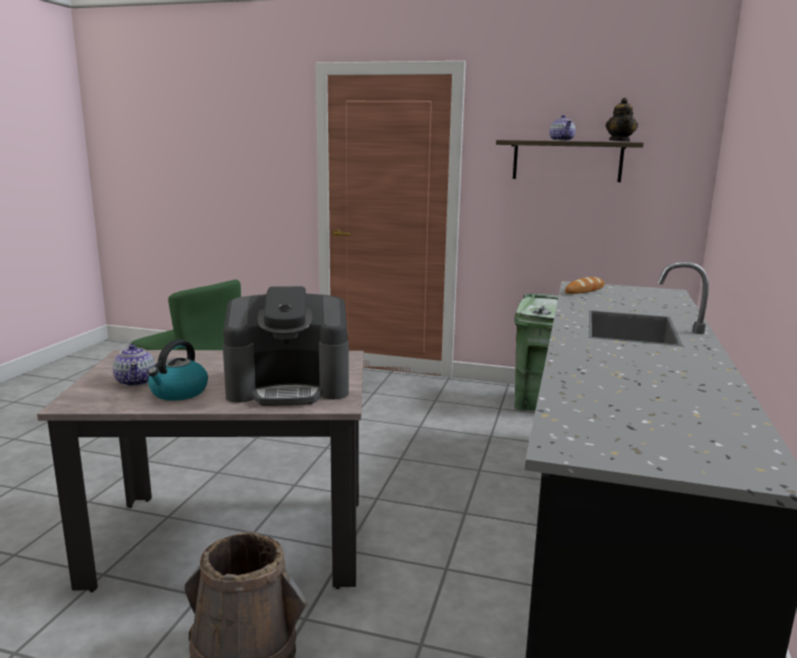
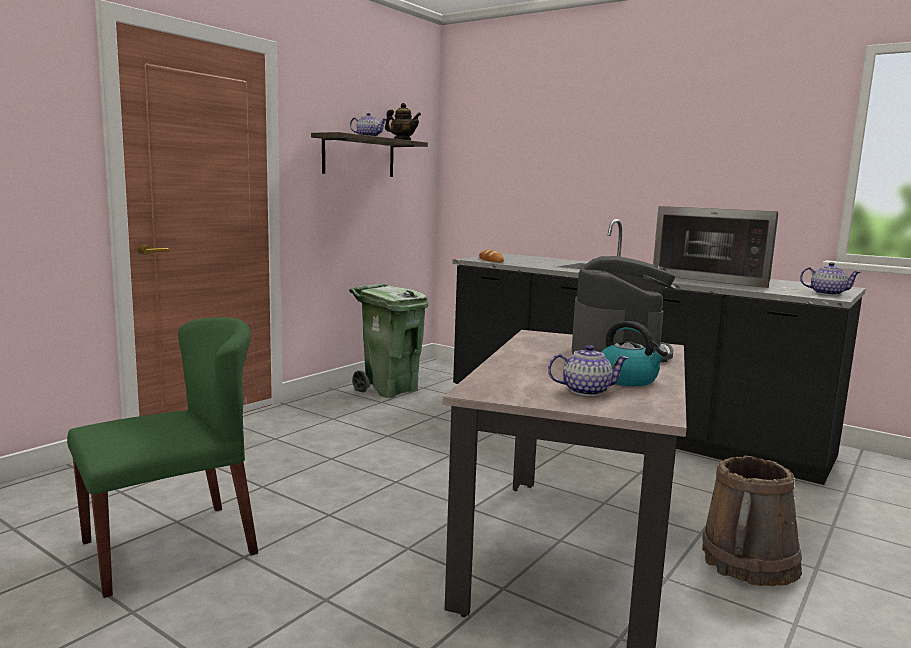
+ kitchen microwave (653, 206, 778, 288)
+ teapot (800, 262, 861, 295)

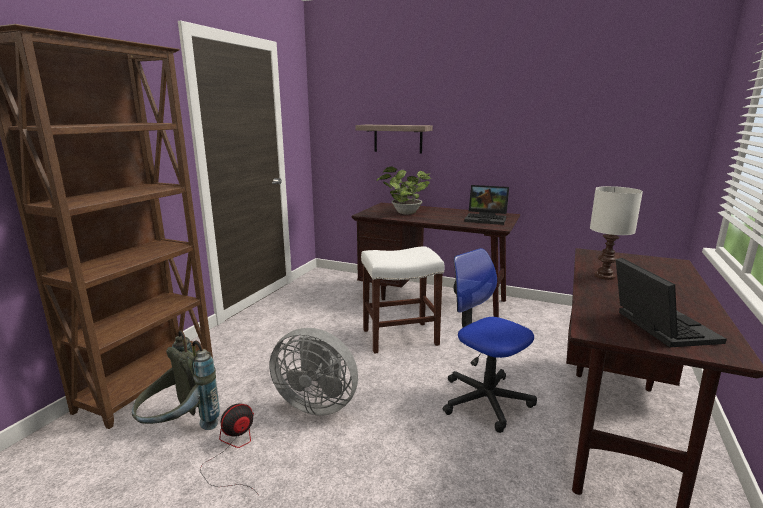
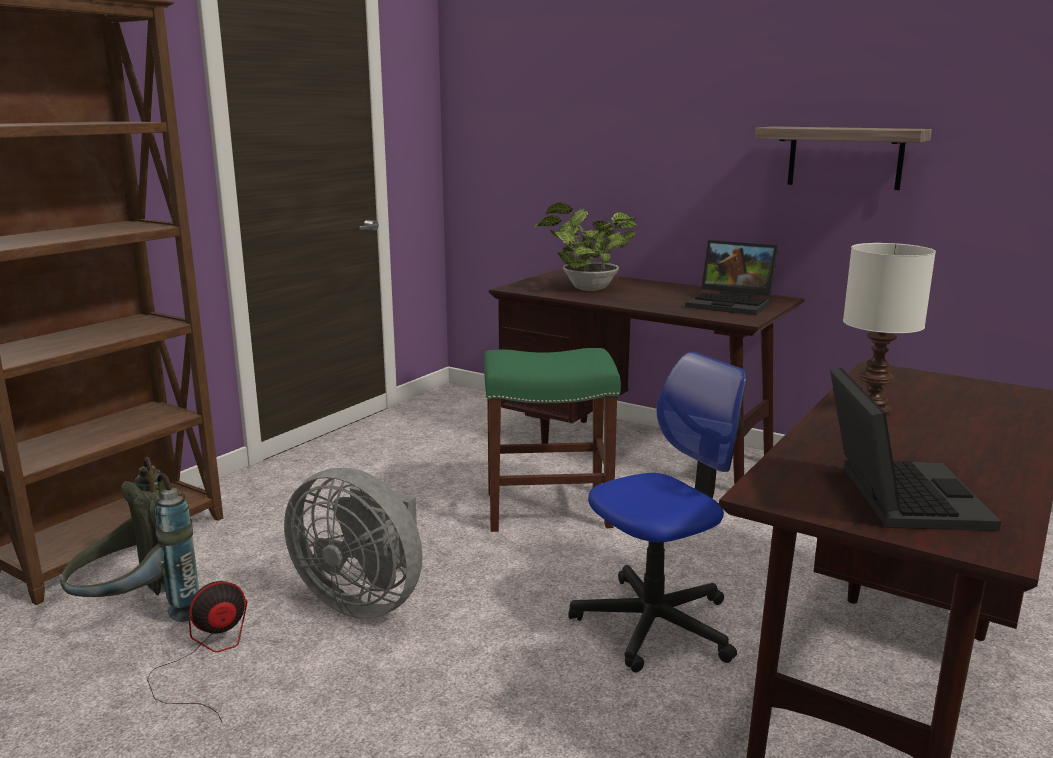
~ bracket shelf (355, 125, 433, 154) to (755, 126, 932, 190)
~ white stool seat (361, 246, 444, 354) to green stool seat (484, 348, 621, 532)
~ computer chair (443, 248, 537, 433) = (568, 352, 747, 673) 90 degrees clockwise

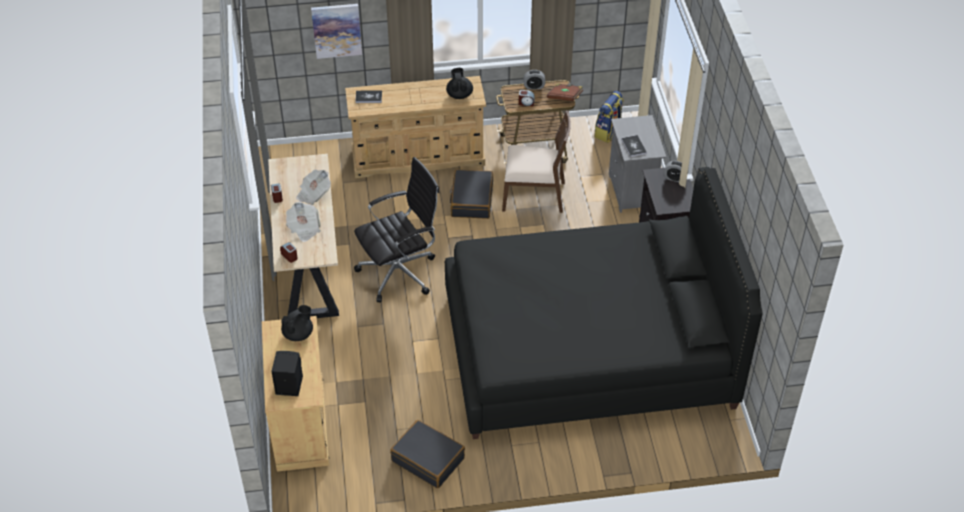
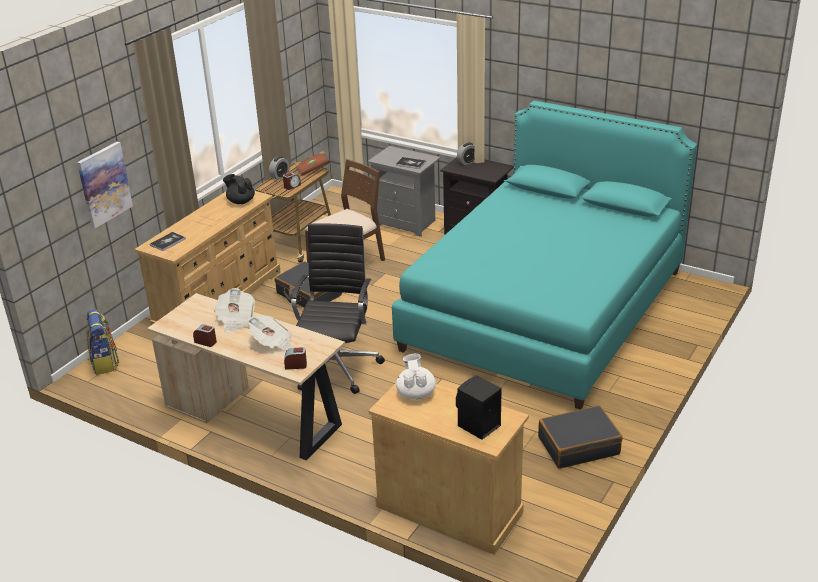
~ blackish teapot (281, 305, 313, 341) to white teapot (396, 354, 436, 399)
~ blackish bed (445, 167, 763, 439) to blue-green bed (392, 101, 697, 410)
~ rucksack (595, 91, 624, 143) to (86, 309, 120, 375)

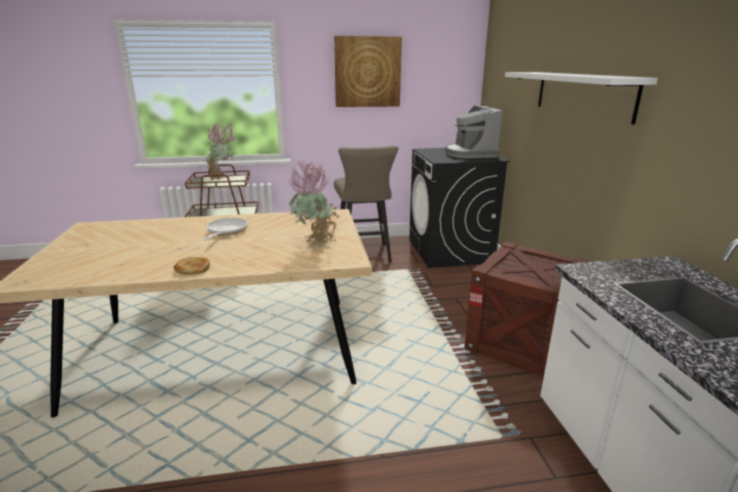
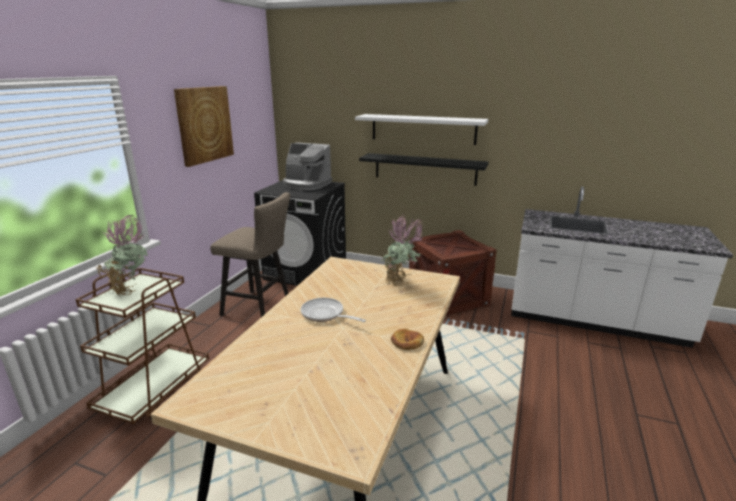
+ blackish bracket shelf (359, 153, 488, 186)

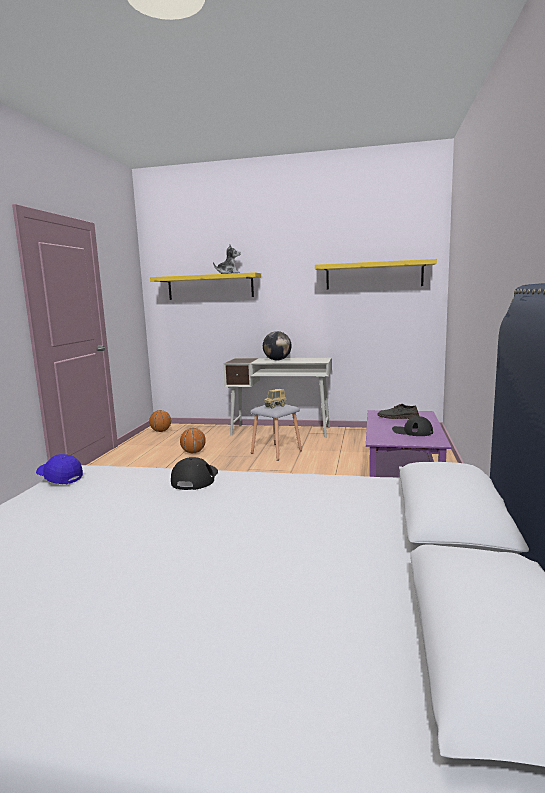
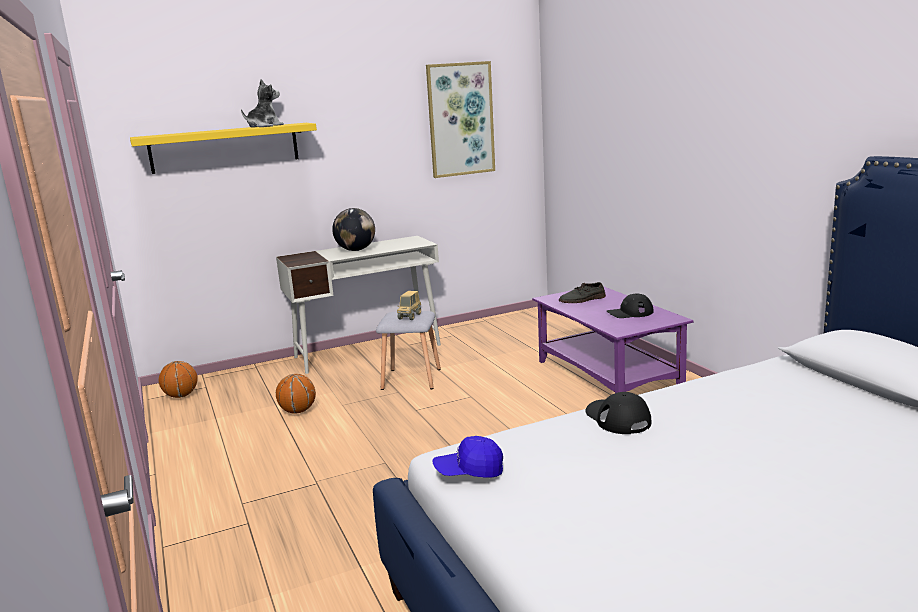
~ yellow-coloured bracket shelf (315, 259, 437, 290) to picture (426, 61, 495, 178)

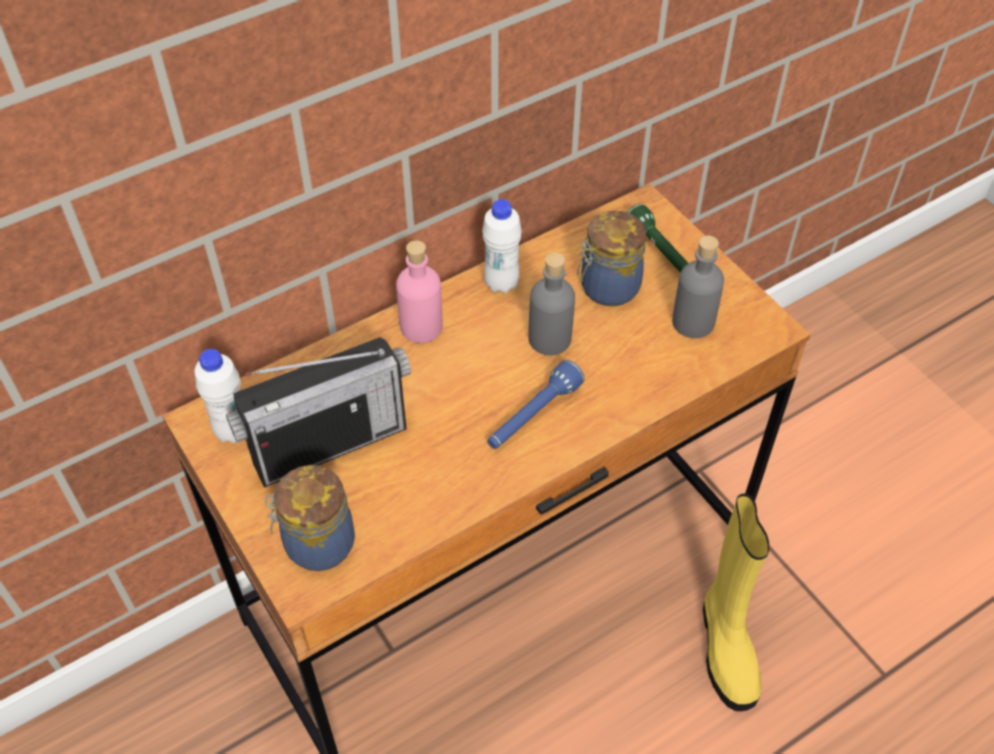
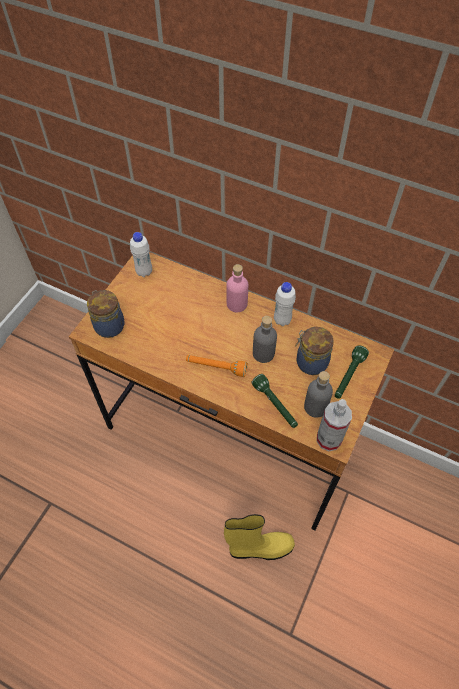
- radio receiver (226, 337, 411, 487)
~ bluish torch (488, 360, 584, 449) to orange torch (186, 355, 247, 377)
~ yellow-coloured tall boot (703, 494, 769, 711) = (224, 514, 295, 560) 150 degrees counterclockwise
+ green torch (251, 374, 298, 428)
+ spray bottle (317, 399, 352, 451)

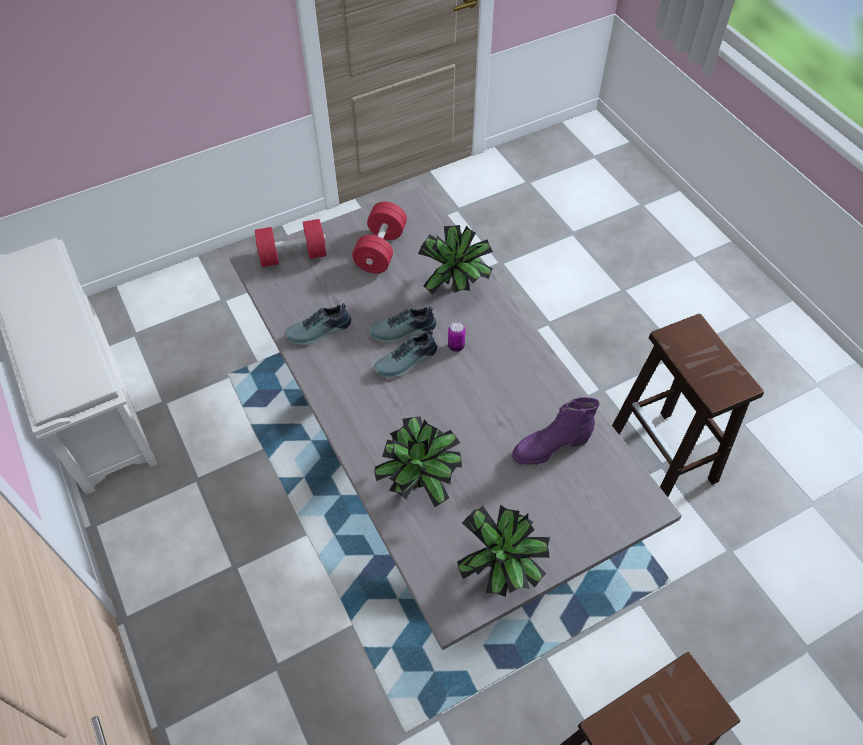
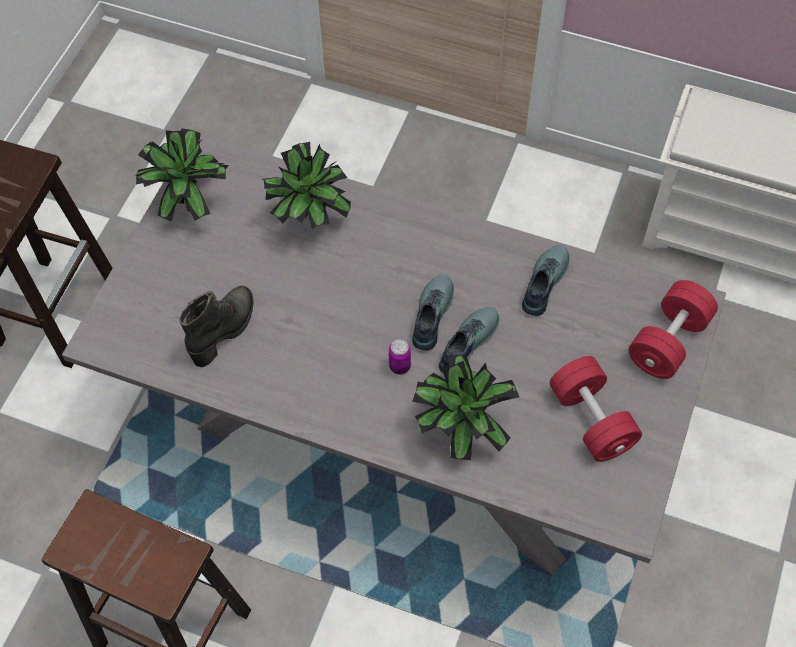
~ purple tall boot (512, 397, 600, 465) to blackish tall boot (179, 286, 253, 368)

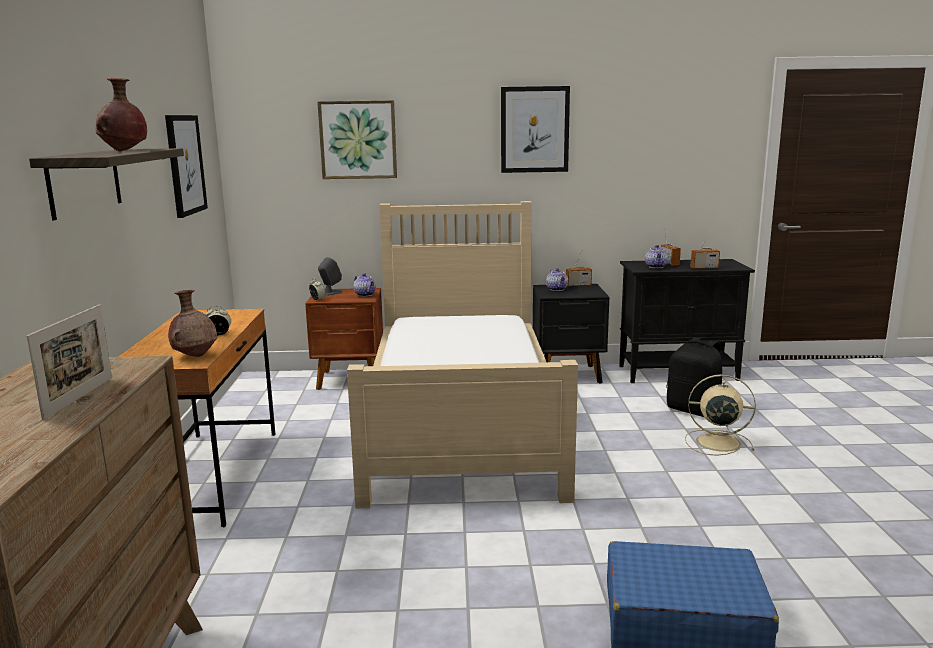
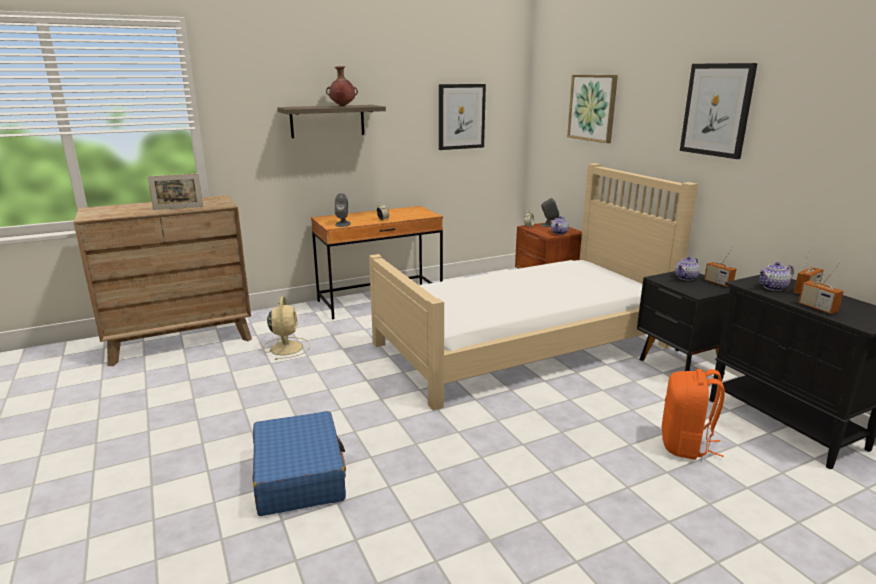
~ brown-coloured decorative vase (168, 290, 218, 357) to gray loudspeaker (335, 193, 351, 227)
~ blackish rucksack (667, 337, 722, 417) to orange rucksack (662, 369, 725, 460)
~ sand-coloured electric fan (685, 374, 756, 456) to (263, 296, 310, 360)

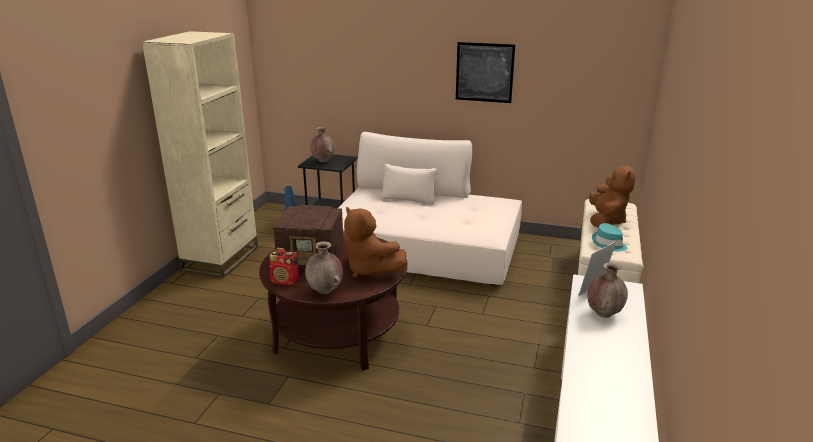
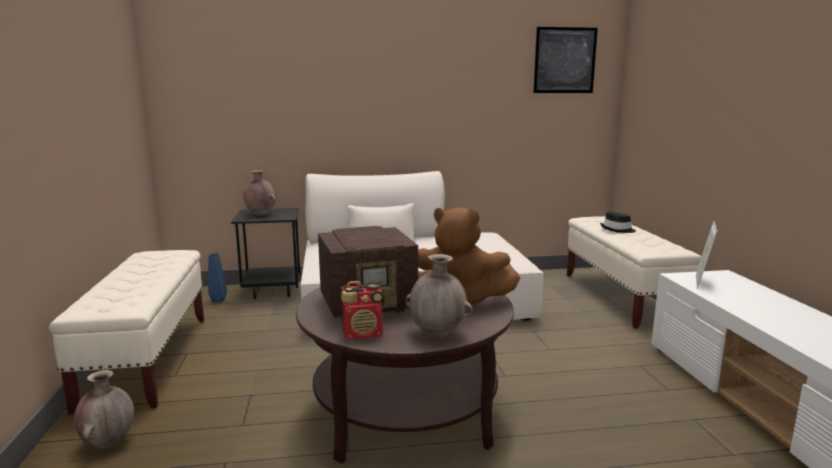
~ sand-coloured shelving unit (142, 31, 258, 278) to sand-coloured bench (49, 250, 204, 415)
~ picture (456, 42, 515, 103) to (533, 27, 598, 93)
~ brown-coloured decorative vase (587, 263, 628, 318) to (74, 370, 134, 449)
~ brown-coloured cuddly toy (589, 164, 636, 228) to blackish hat (600, 211, 636, 233)
- blue-green hat (592, 223, 627, 252)

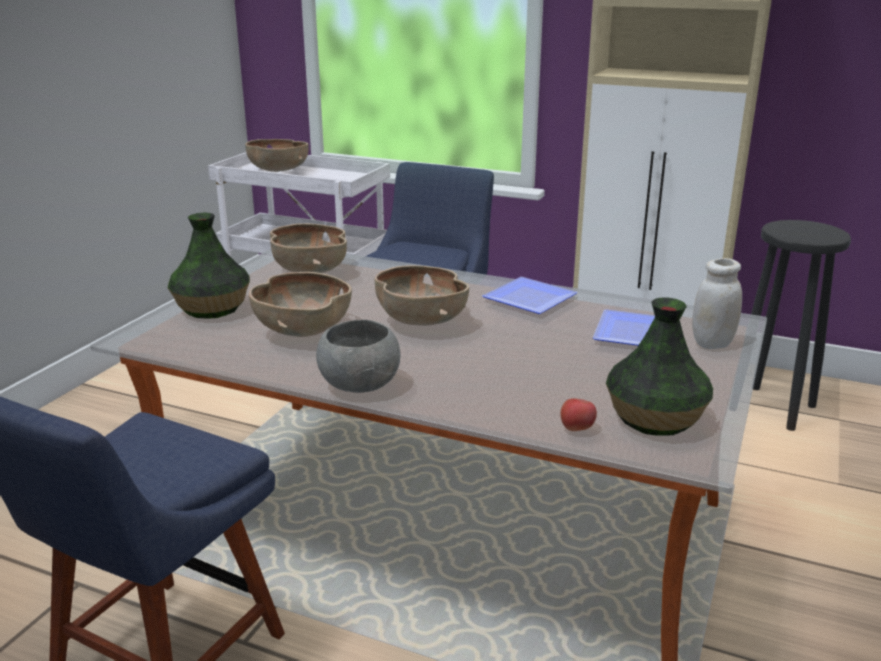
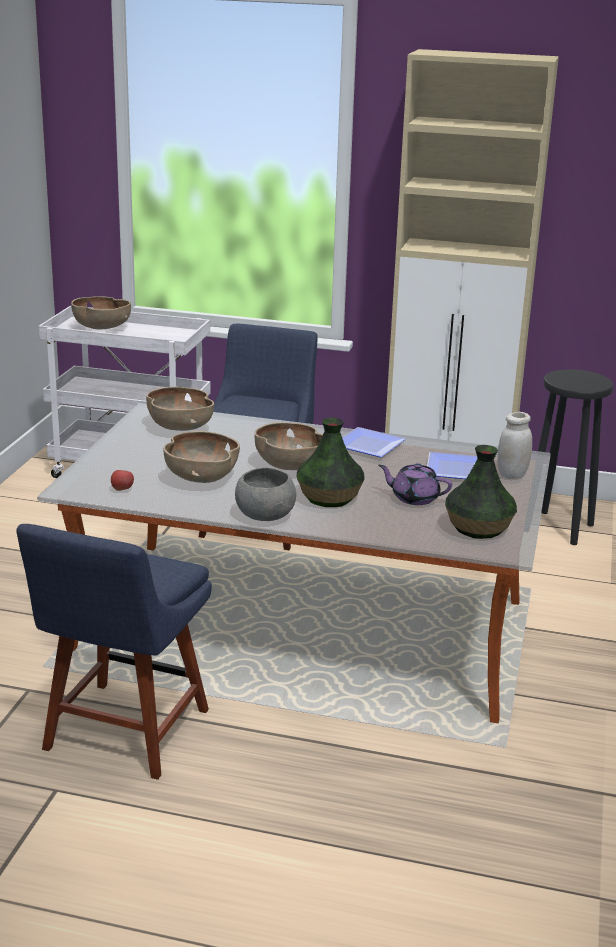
~ decorative vase (168, 213, 250, 319) to (297, 417, 365, 507)
~ apple fruit (561, 398, 597, 431) to (111, 470, 134, 491)
+ purple teapot (378, 463, 452, 505)

